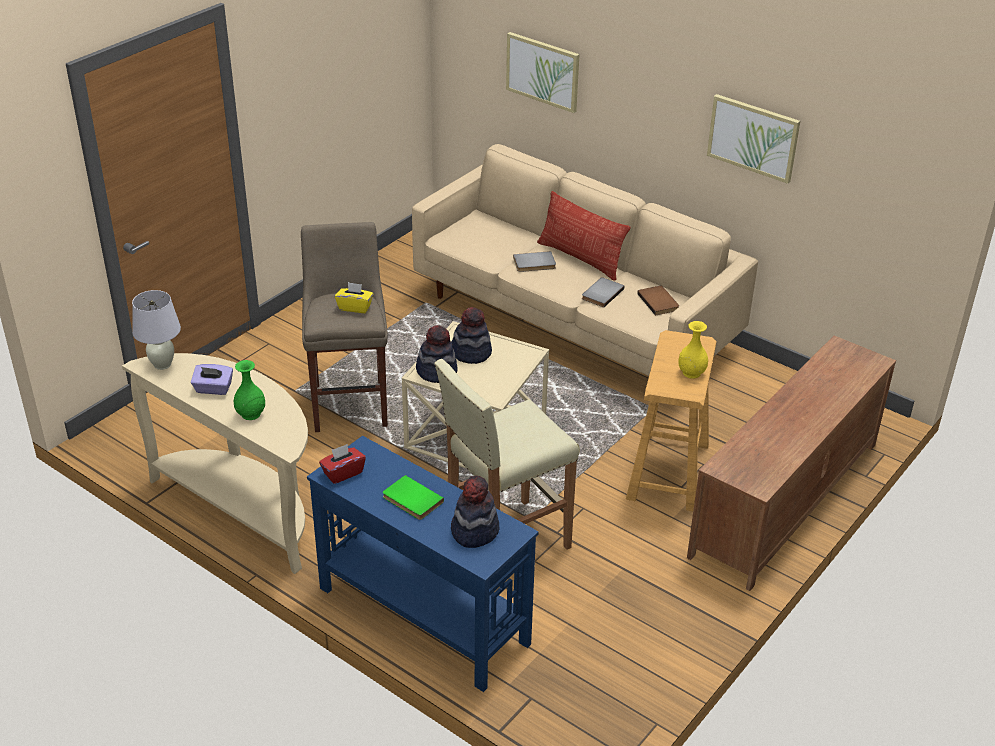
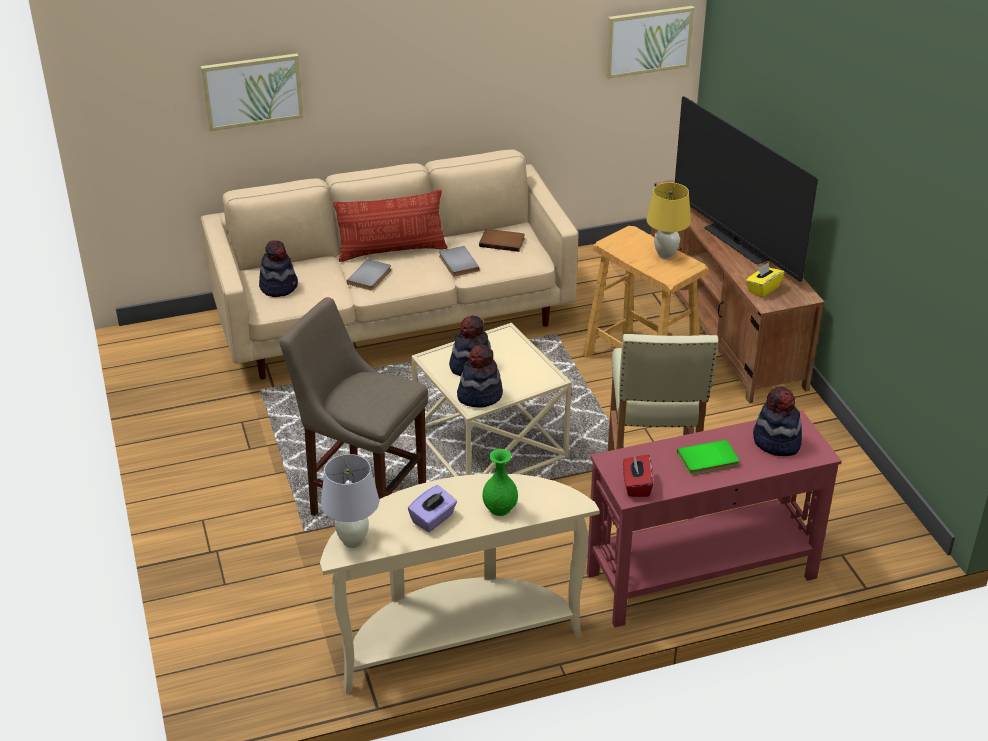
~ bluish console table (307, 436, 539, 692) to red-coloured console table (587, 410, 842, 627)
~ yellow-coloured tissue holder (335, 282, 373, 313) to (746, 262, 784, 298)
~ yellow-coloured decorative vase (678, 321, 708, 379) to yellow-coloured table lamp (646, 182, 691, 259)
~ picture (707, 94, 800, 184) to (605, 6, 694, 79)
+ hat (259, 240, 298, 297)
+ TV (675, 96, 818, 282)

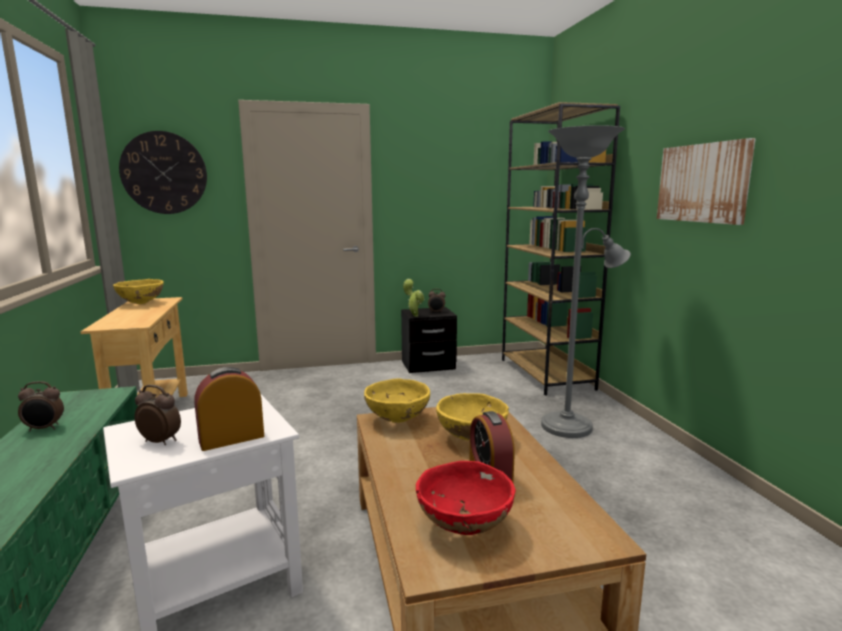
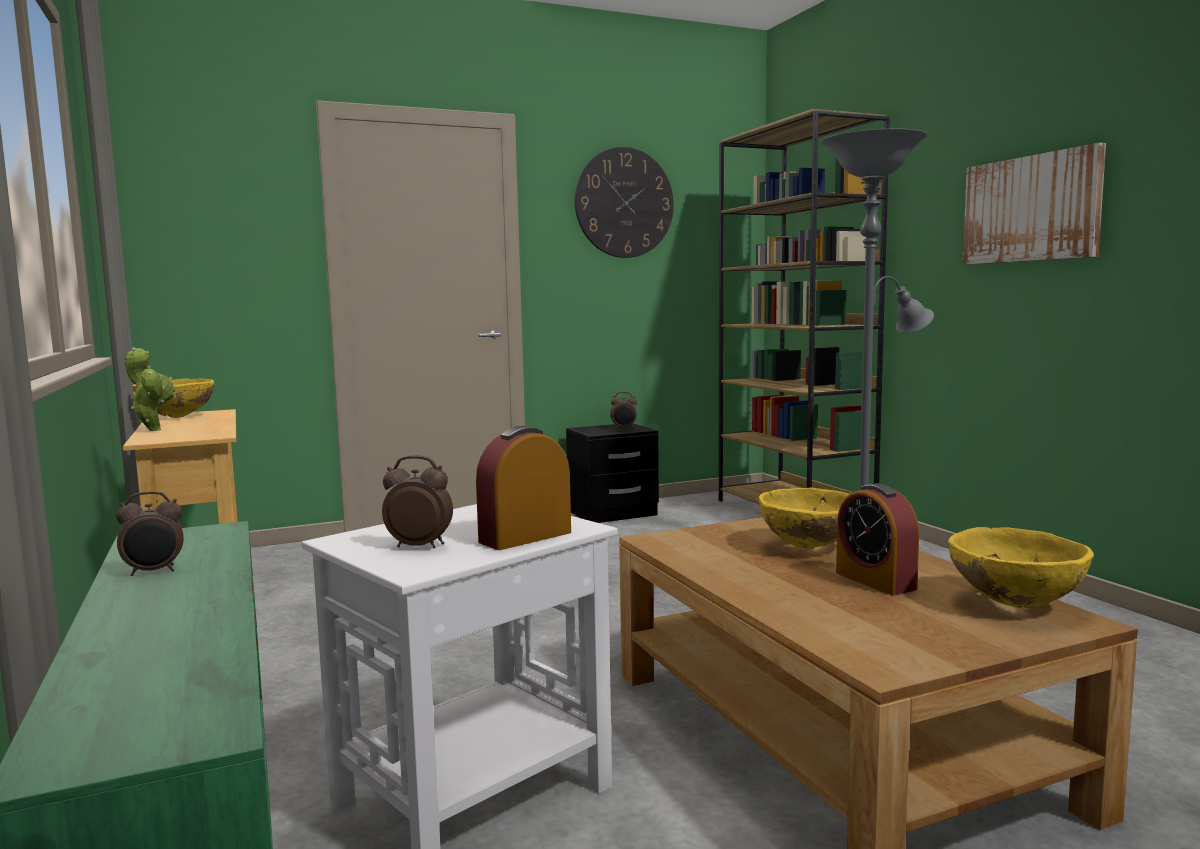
~ wall clock (119, 131, 207, 214) to (574, 147, 674, 258)
~ yellow-coloured bowl (364, 378, 430, 423) to (948, 527, 1094, 608)
~ plant in a pot (403, 279, 424, 317) to (124, 348, 175, 431)
- red-coloured bowl (416, 461, 516, 535)

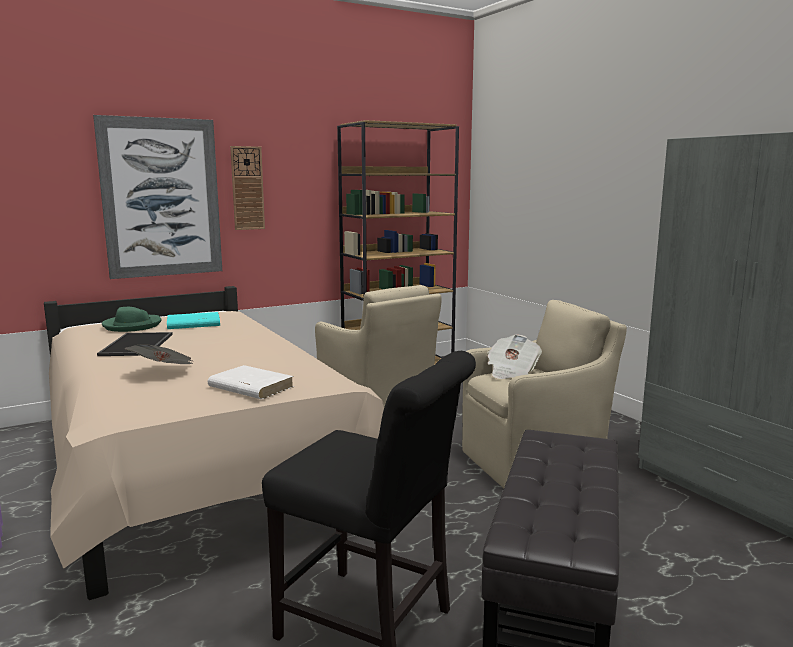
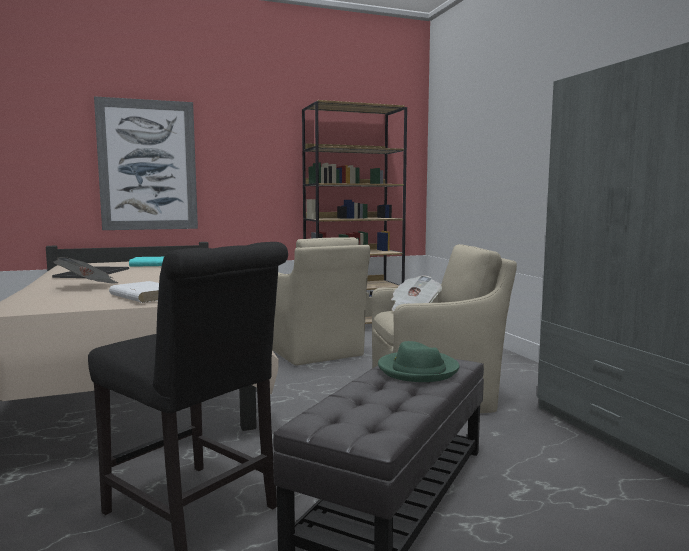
~ green hat (102, 307, 161, 332) to (378, 341, 460, 382)
- wall clock (230, 146, 265, 230)

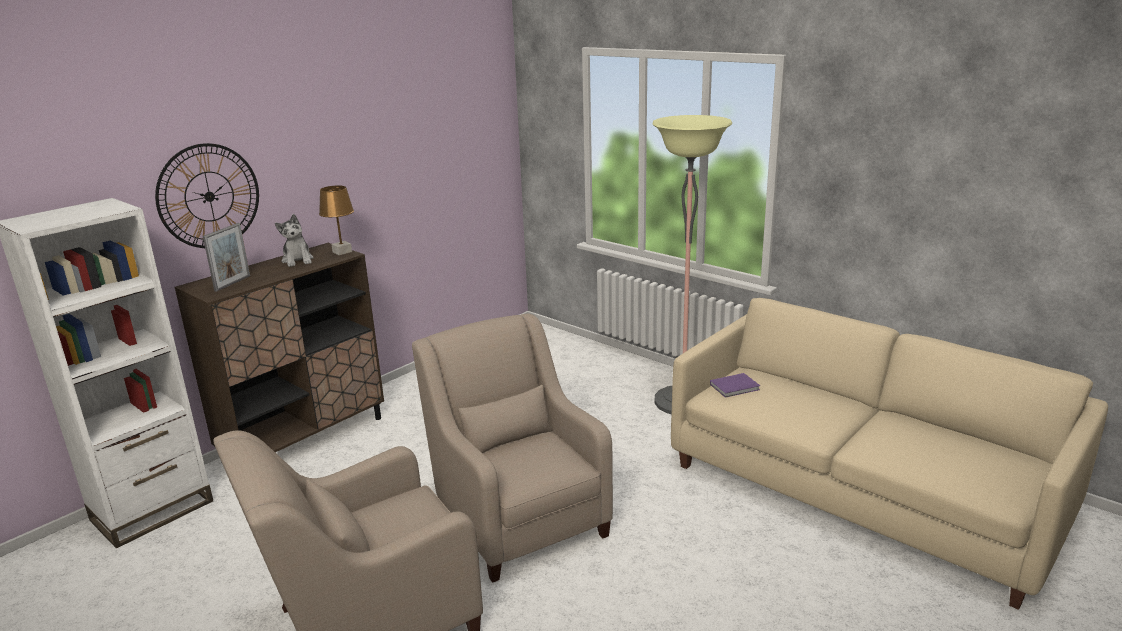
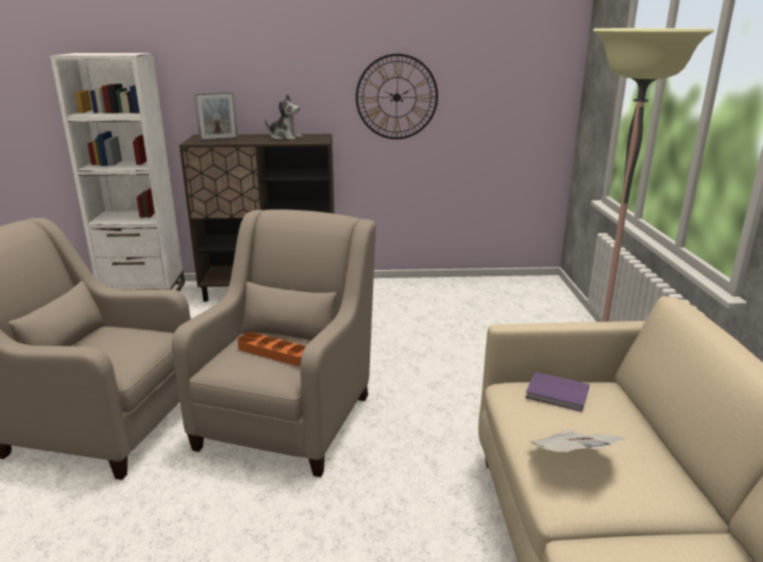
~ wall clock (155, 143, 259, 248) to (356, 54, 438, 139)
~ cuddly toy (275, 214, 314, 267) = (265, 94, 302, 140) 90 degrees counterclockwise
- brown-coloured table lamp (319, 185, 354, 255)
+ orange carrying tray (238, 332, 306, 366)
+ printed paper (528, 430, 626, 452)

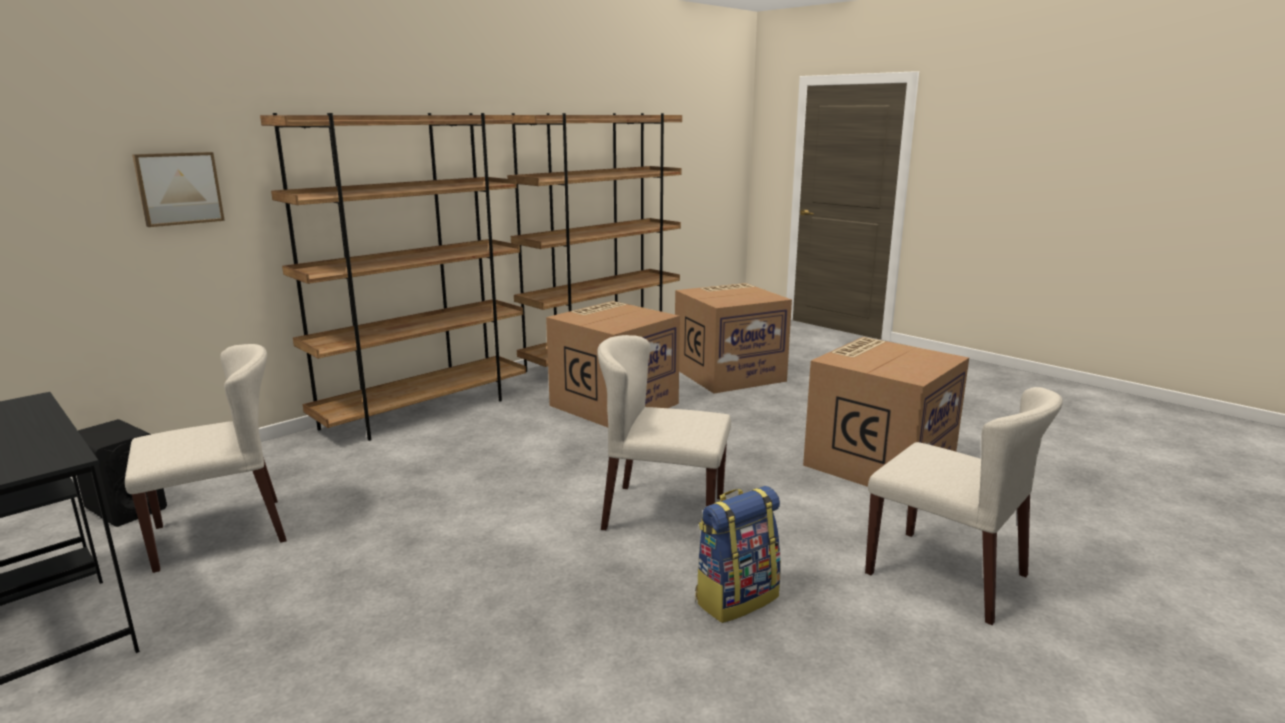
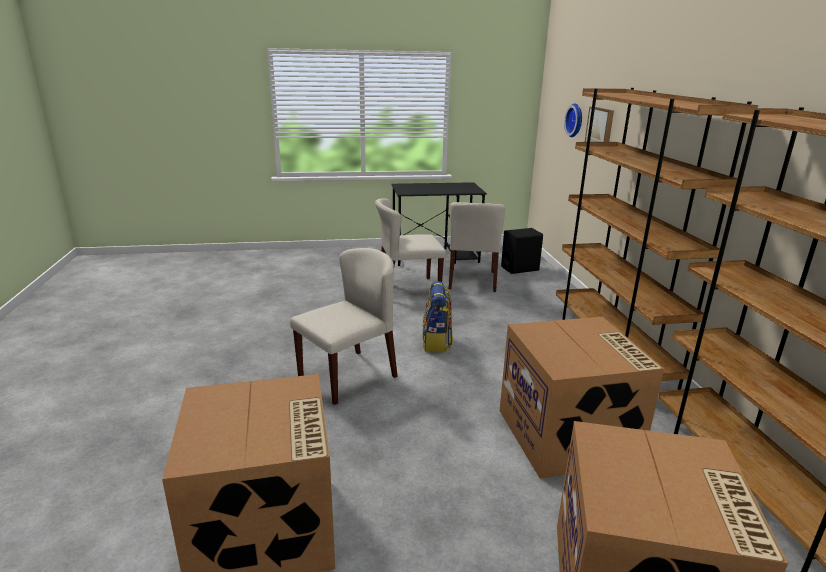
~ rucksack (695, 486, 781, 623) to (423, 281, 453, 352)
~ sand-coloured chair (865, 387, 1063, 625) to (375, 198, 446, 282)
+ wall clock (564, 103, 582, 137)

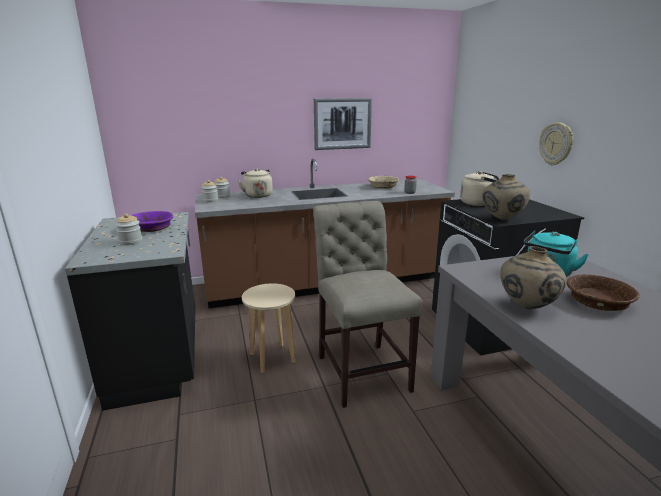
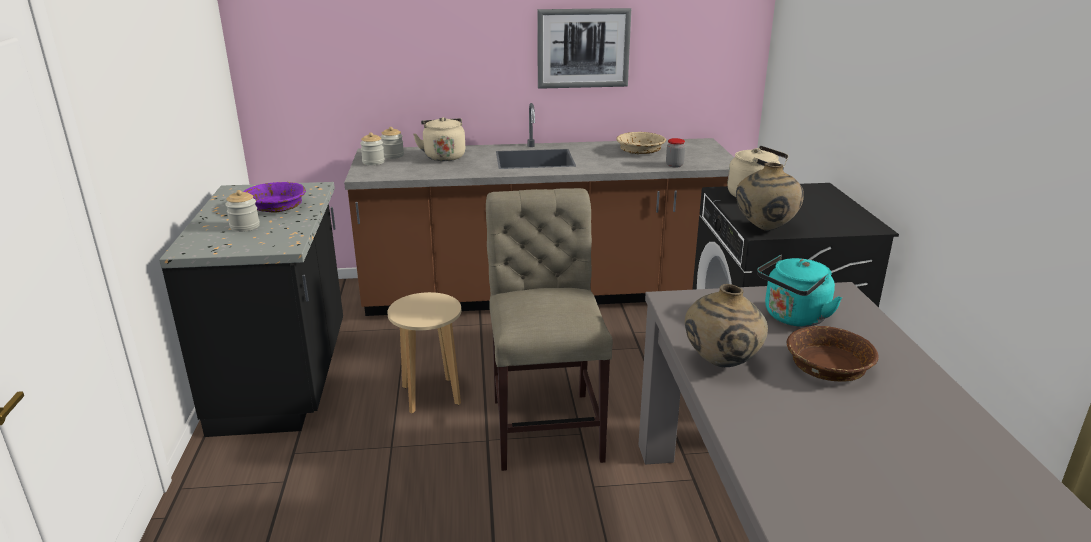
- wall clock (539, 122, 573, 166)

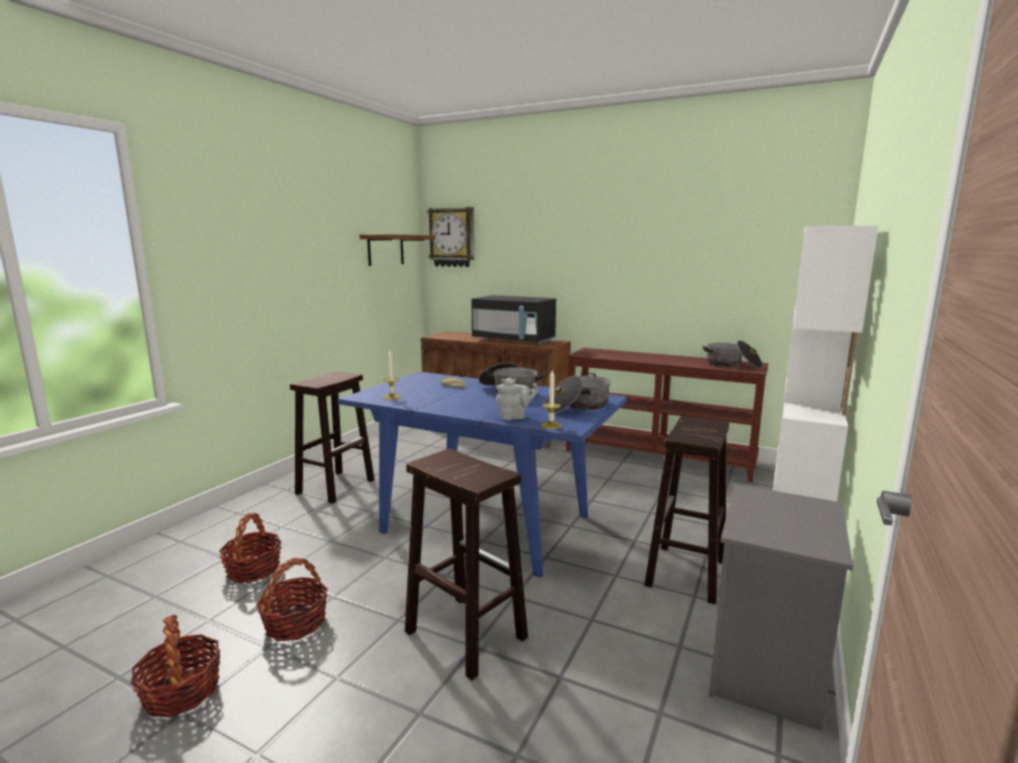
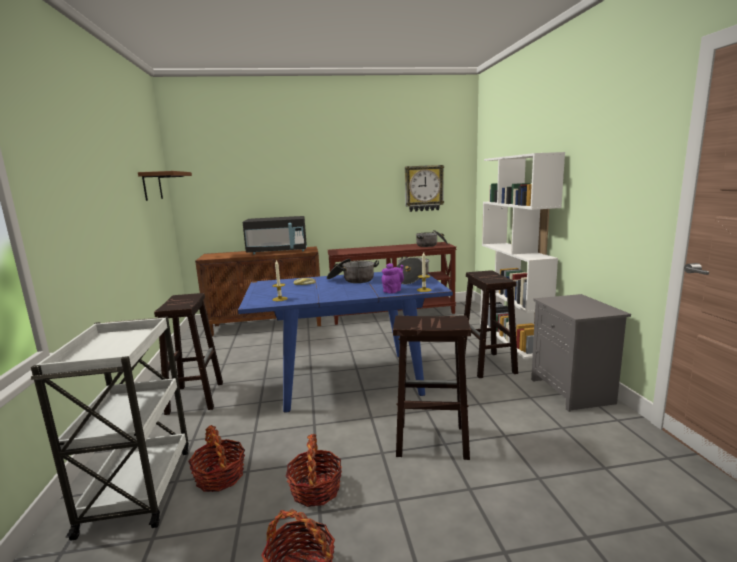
~ wall clock (427, 207, 474, 267) to (405, 165, 444, 212)
~ gray teapot (496, 378, 538, 420) to purple teapot (382, 263, 404, 294)
+ white cart (31, 317, 189, 541)

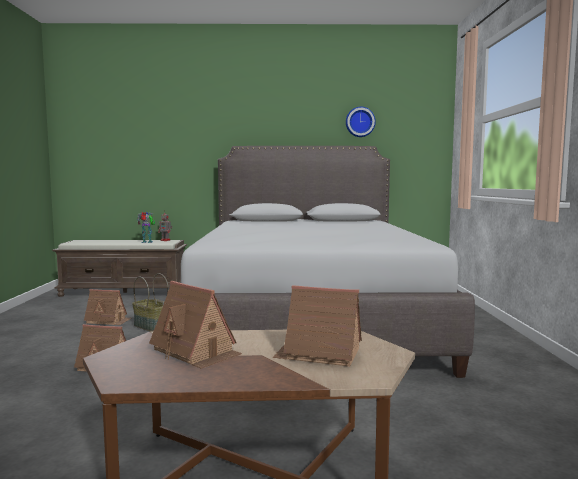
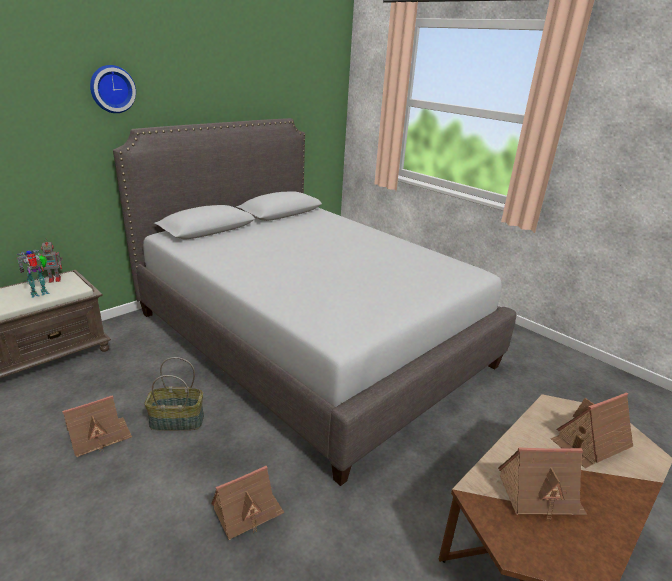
~ wall clock (346, 107, 376, 137) to (90, 65, 136, 113)

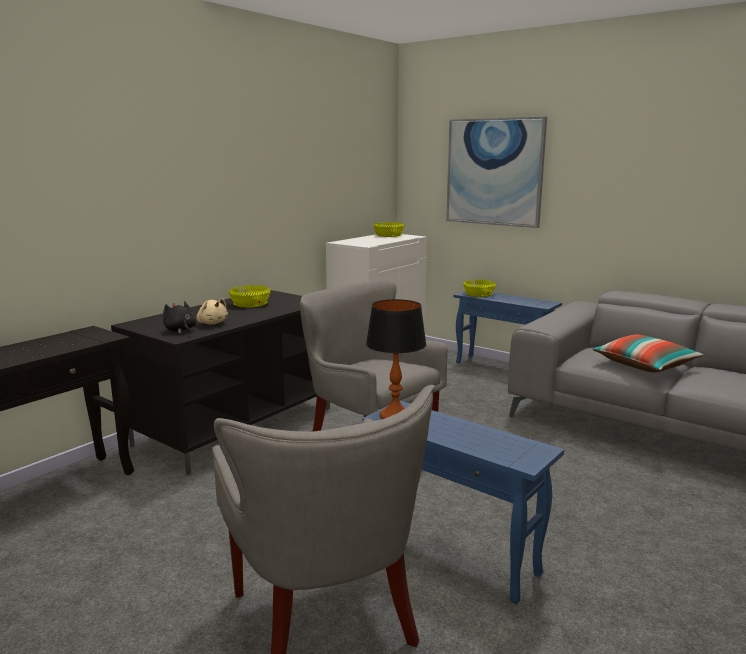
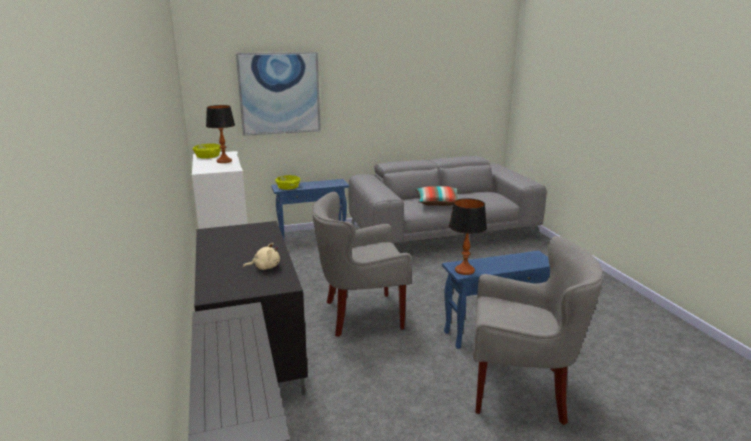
- blackish cuddly toy (163, 301, 196, 334)
- yellow-coloured bowl (229, 285, 271, 308)
+ table lamp (206, 105, 235, 163)

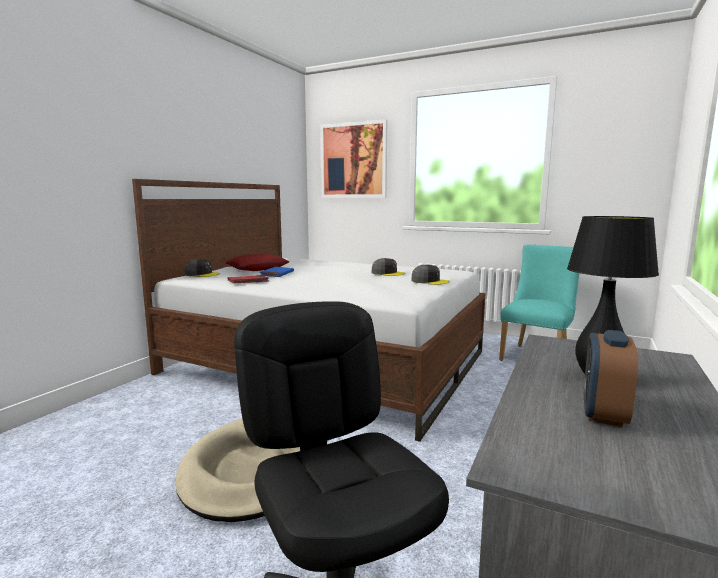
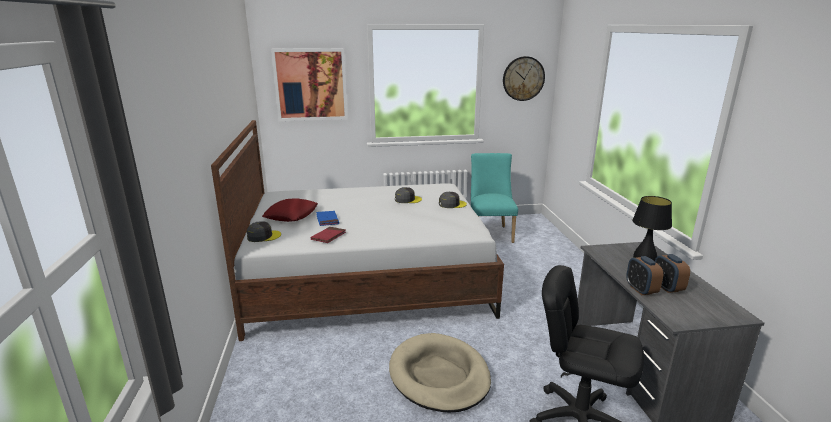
+ wall clock (503, 56, 545, 101)
+ table clock (626, 256, 663, 295)

